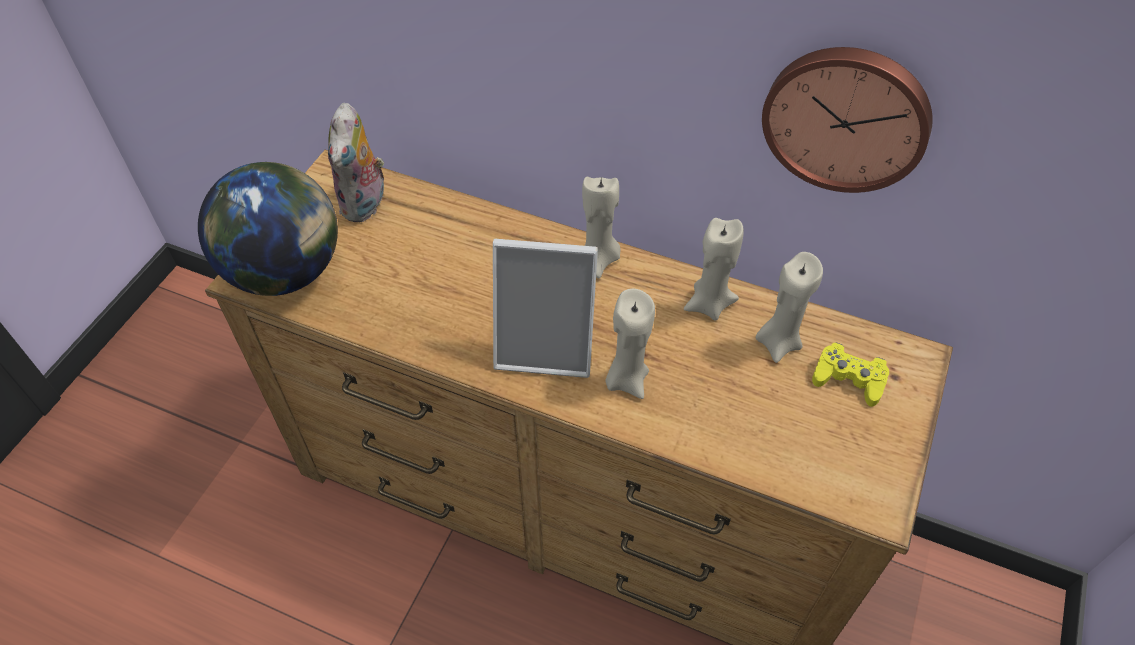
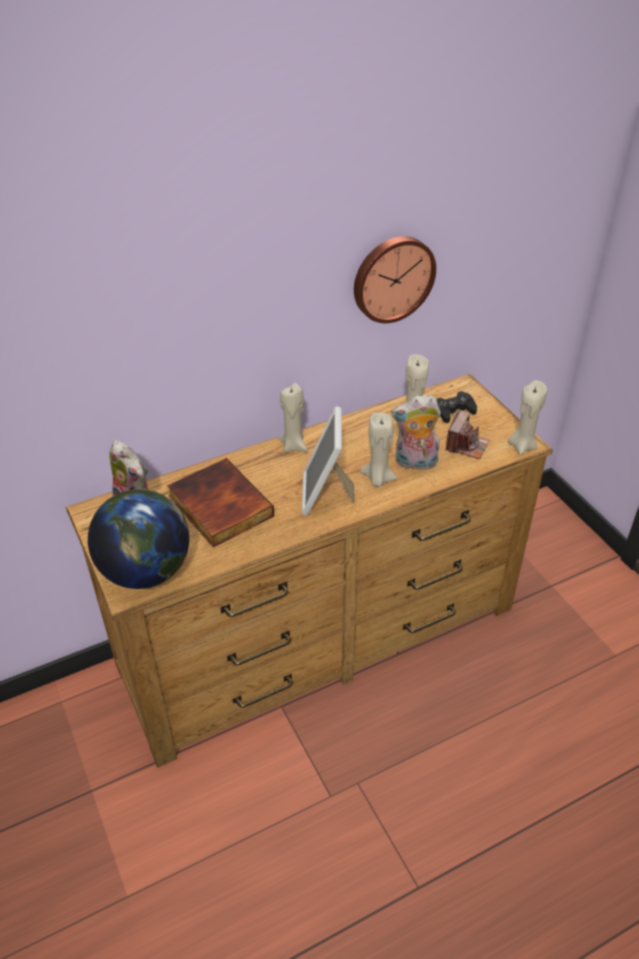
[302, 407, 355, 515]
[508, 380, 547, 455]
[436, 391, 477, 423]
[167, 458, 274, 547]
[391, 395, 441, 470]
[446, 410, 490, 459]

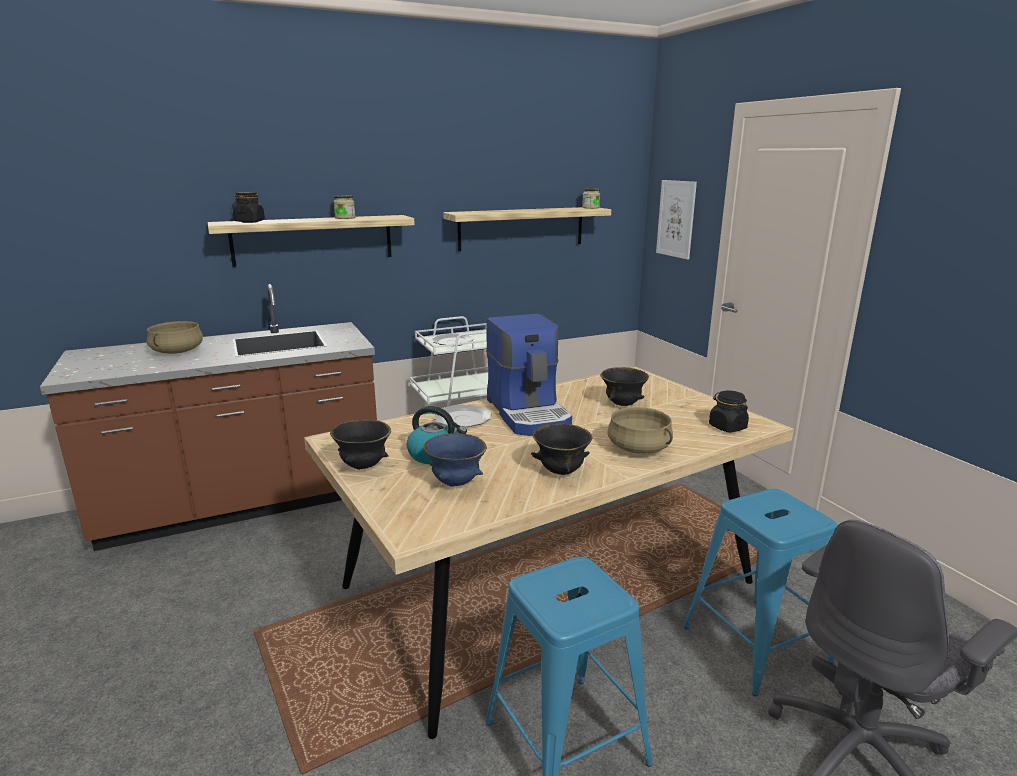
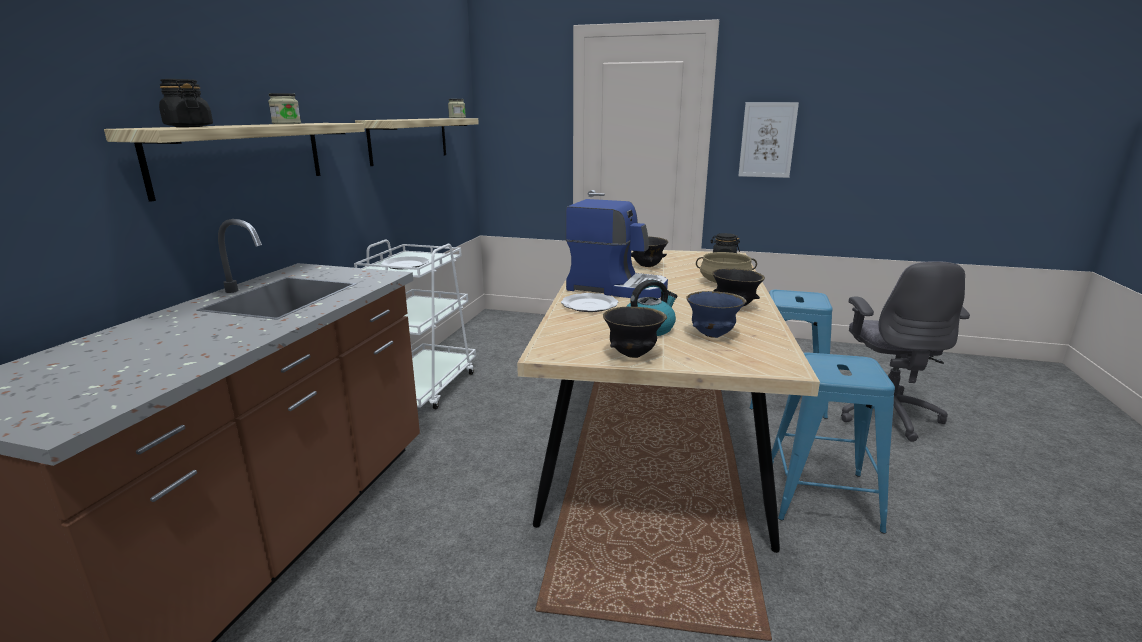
[147, 321, 203, 354] (first image)
[738, 102, 799, 178]

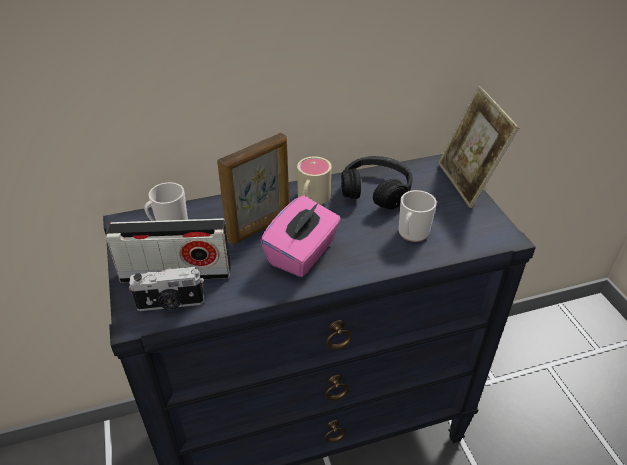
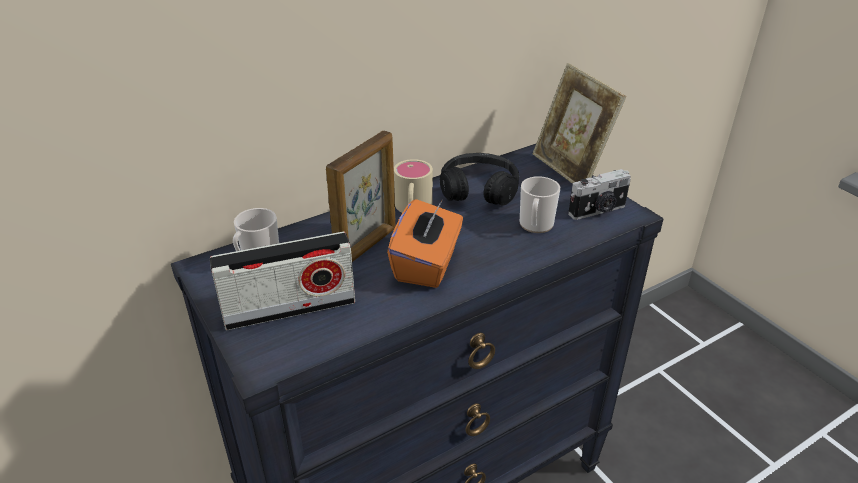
[568, 169, 631, 220]
[387, 199, 463, 288]

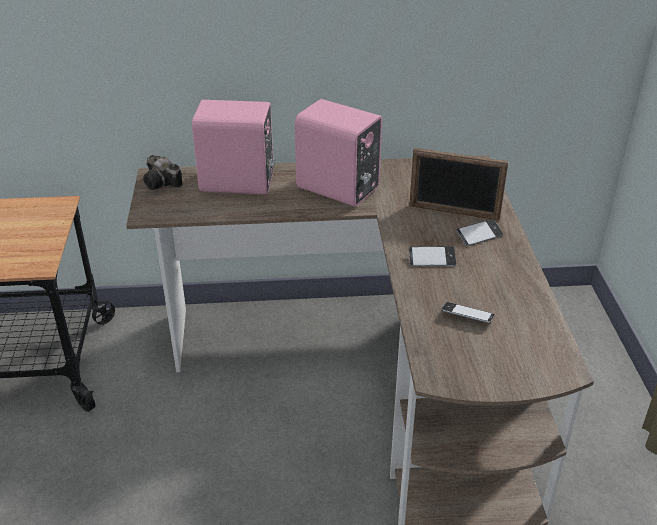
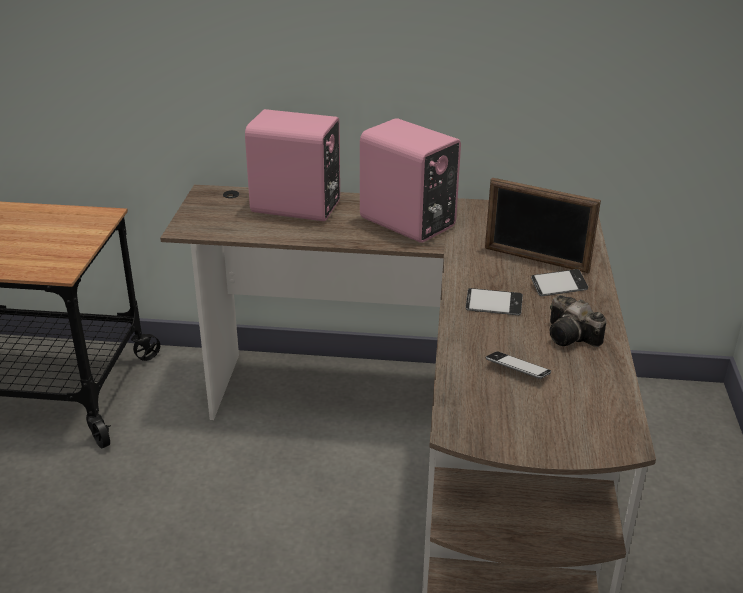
[550, 295, 606, 347]

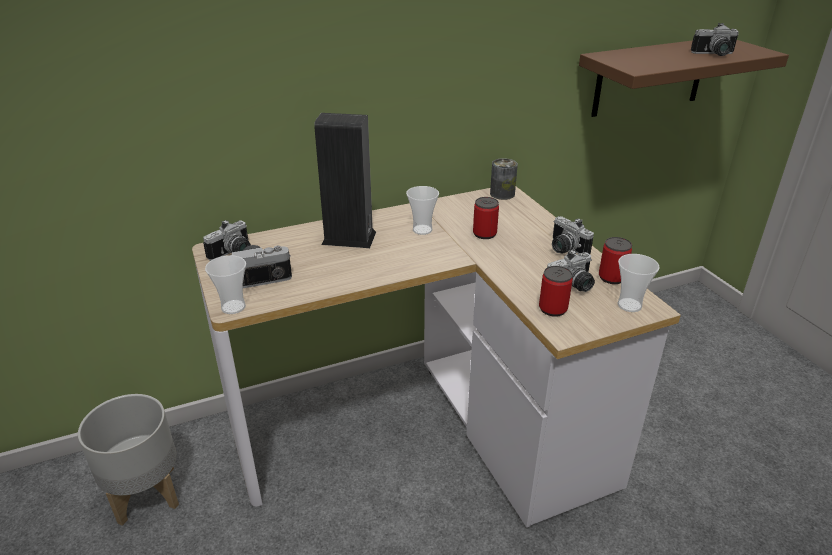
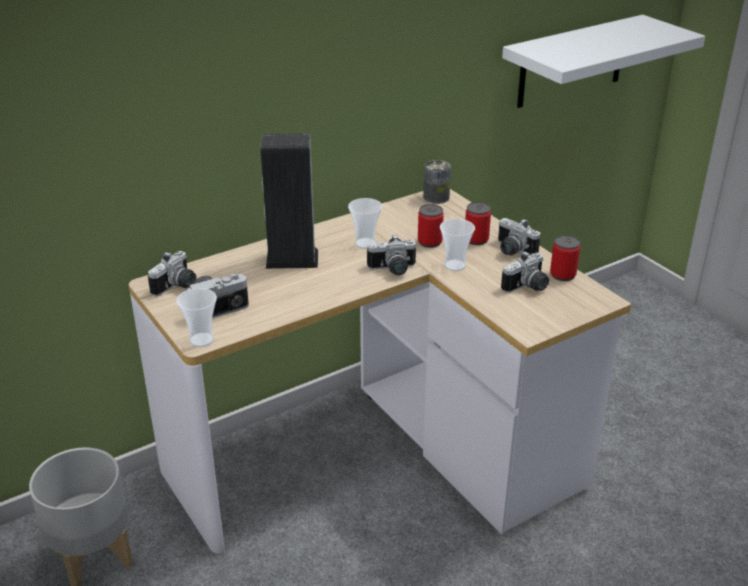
[465, 202, 491, 245]
[502, 15, 705, 108]
[440, 219, 475, 271]
[367, 235, 416, 276]

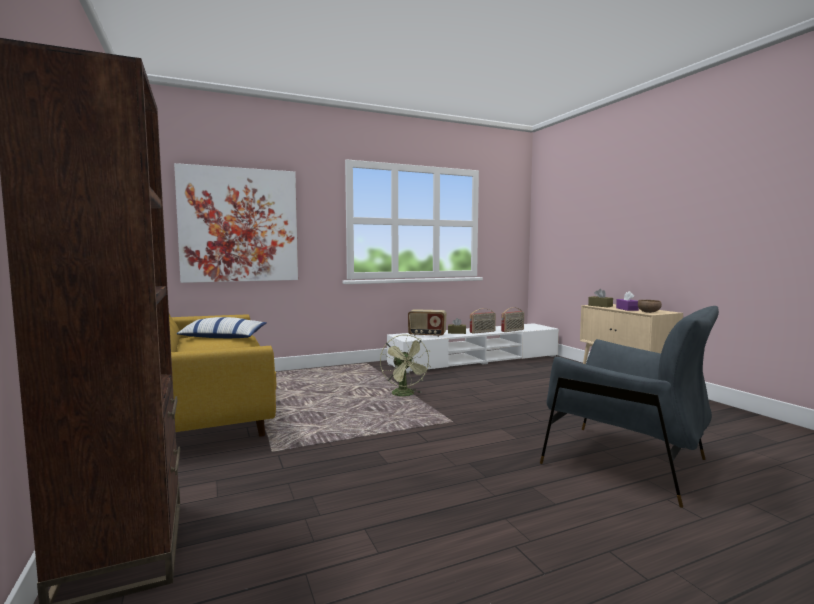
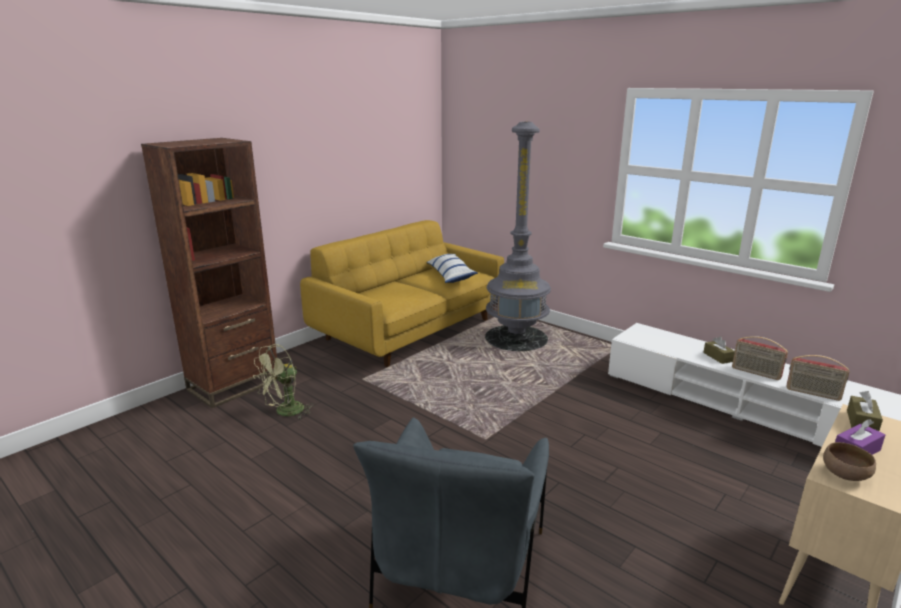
[174, 163, 298, 283] (first image)
[253, 344, 313, 420]
[408, 309, 446, 337] (first image)
[485, 122, 551, 351]

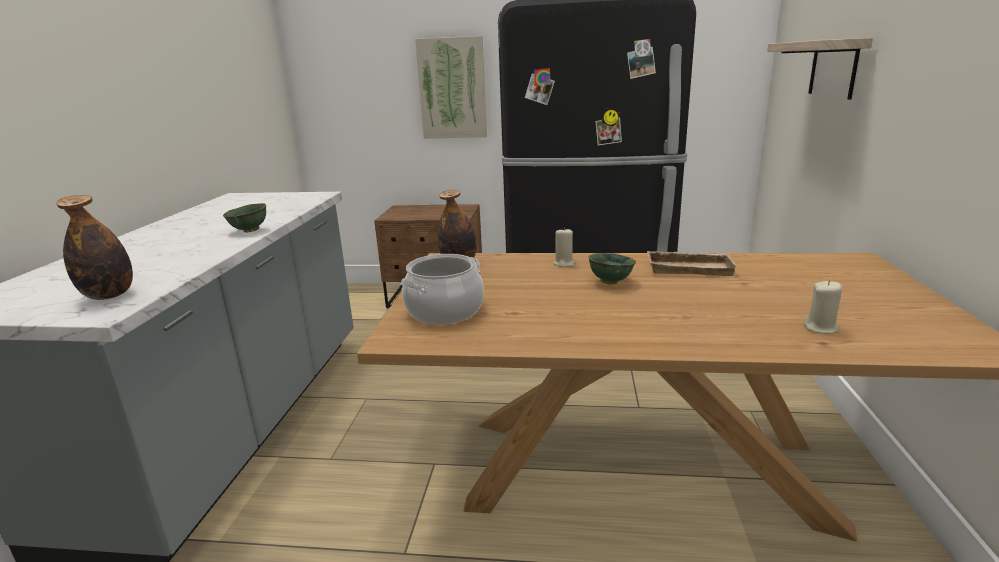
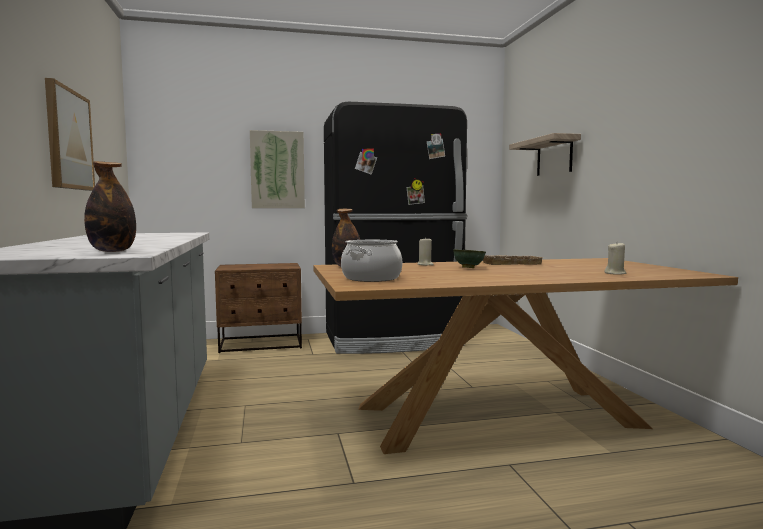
[223, 203, 266, 233] (first image)
[45, 78, 95, 191]

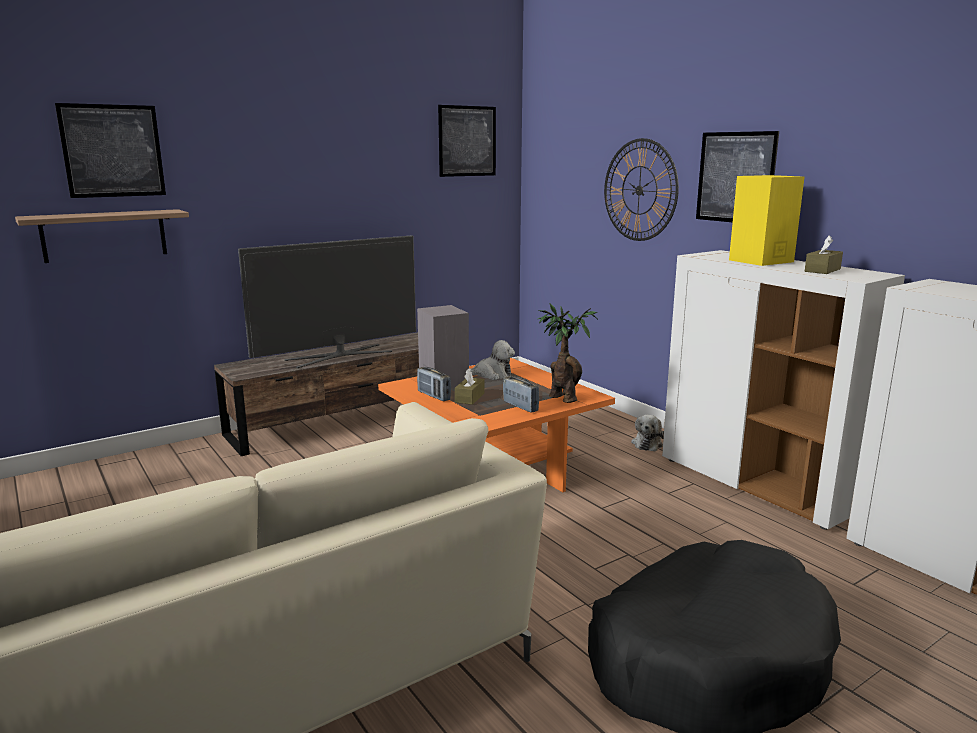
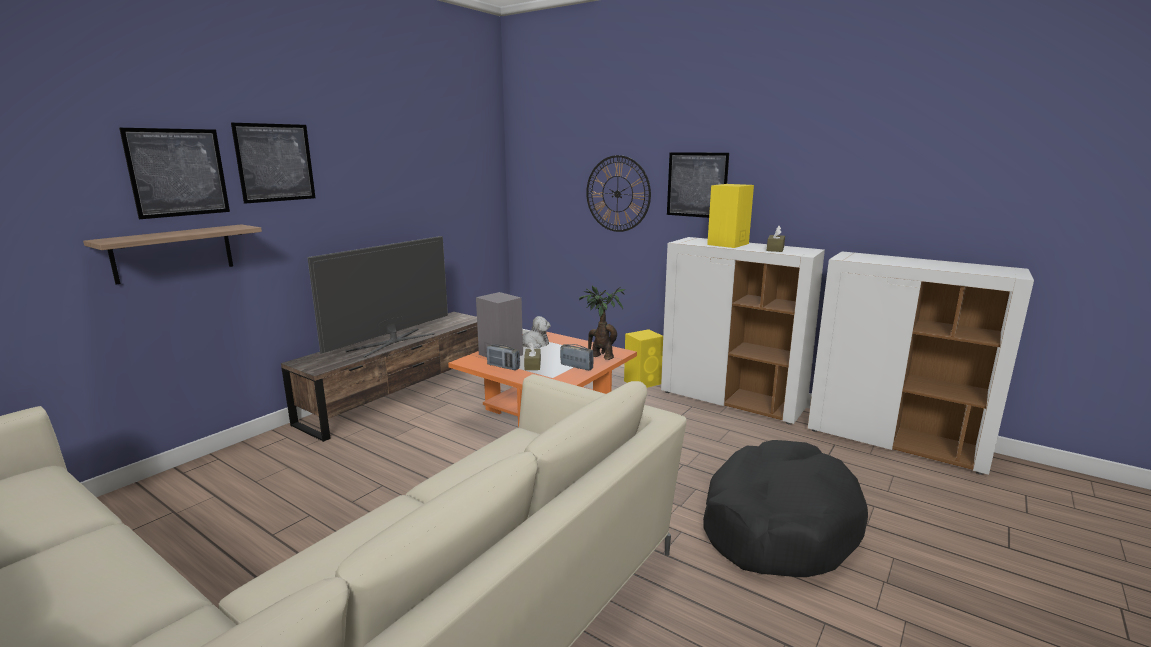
[231, 123, 315, 204]
[624, 329, 663, 388]

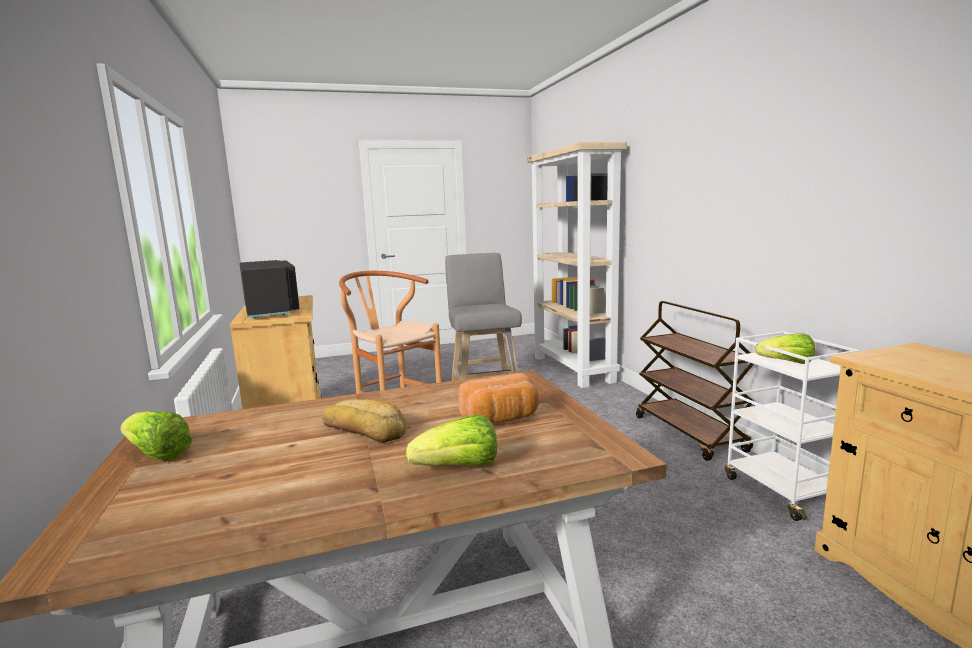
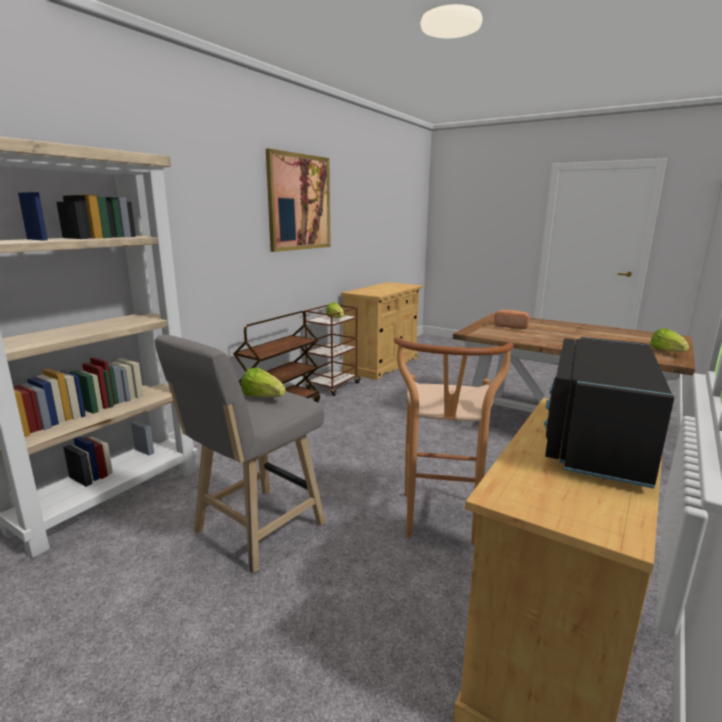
[322, 399, 406, 443] (first image)
[241, 368, 286, 397]
[304, 304, 361, 396]
[266, 149, 331, 252]

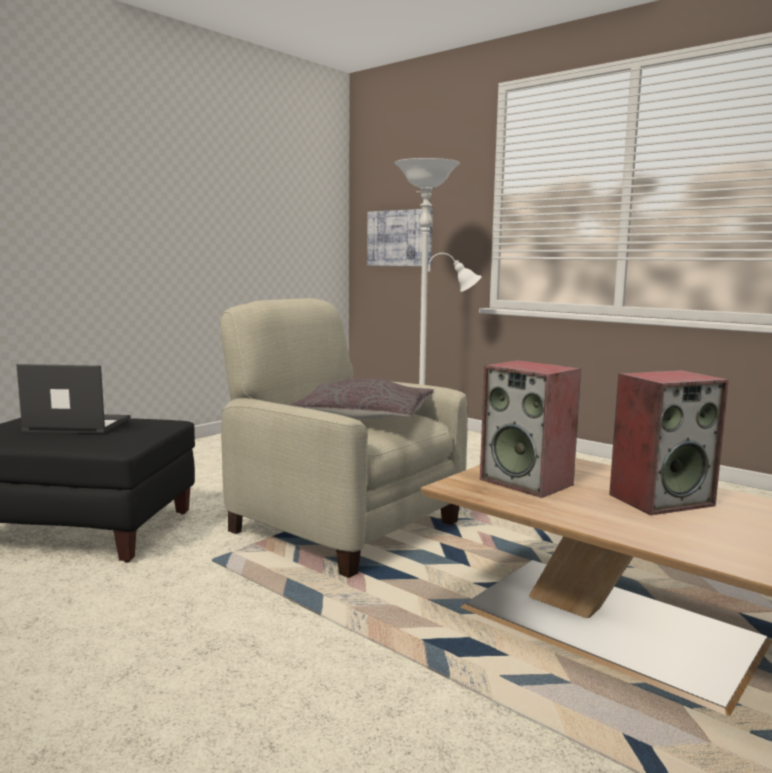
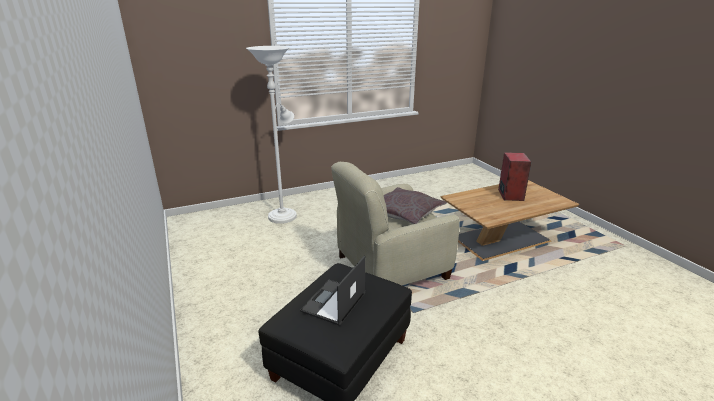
[367, 208, 433, 266] (first image)
[480, 360, 581, 498] (first image)

